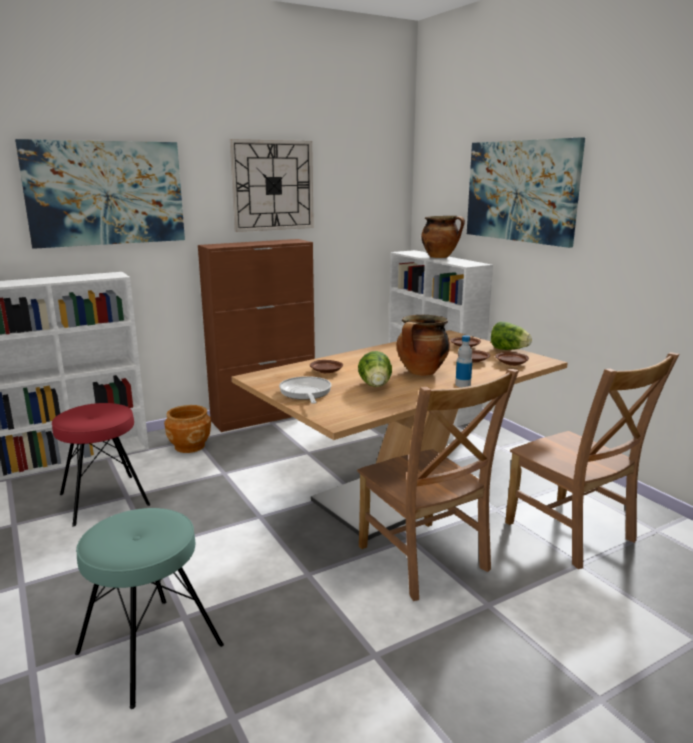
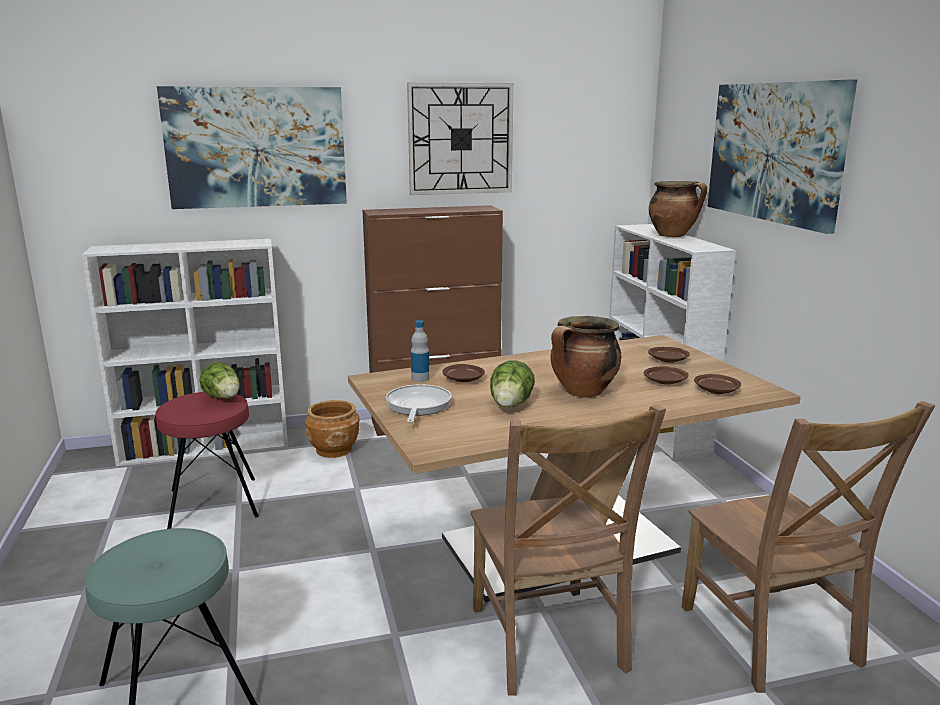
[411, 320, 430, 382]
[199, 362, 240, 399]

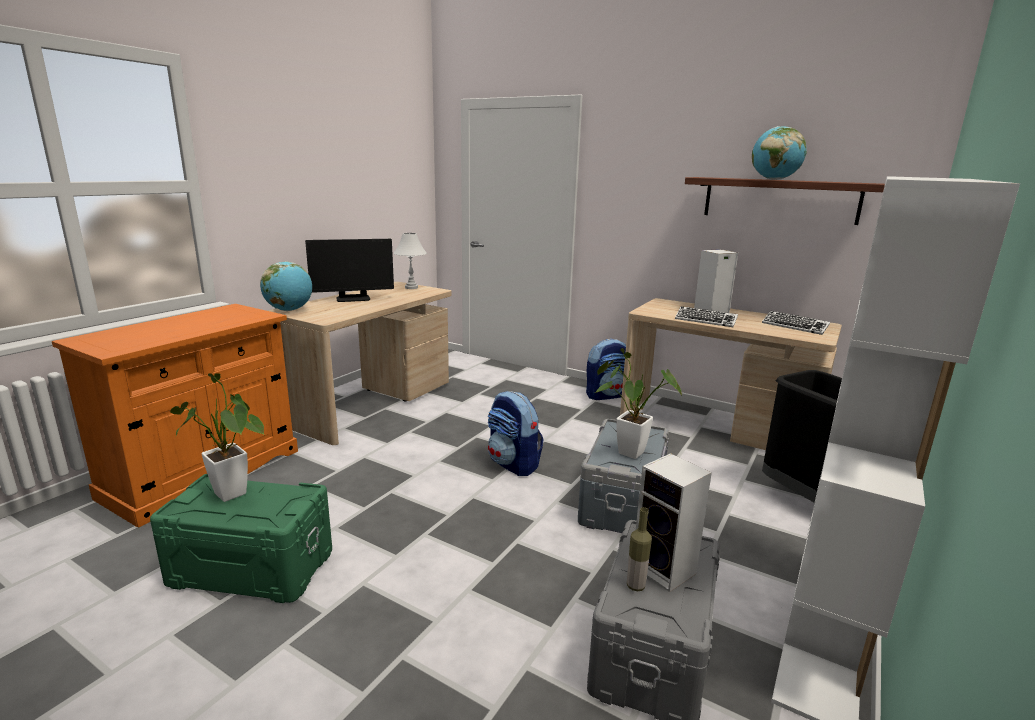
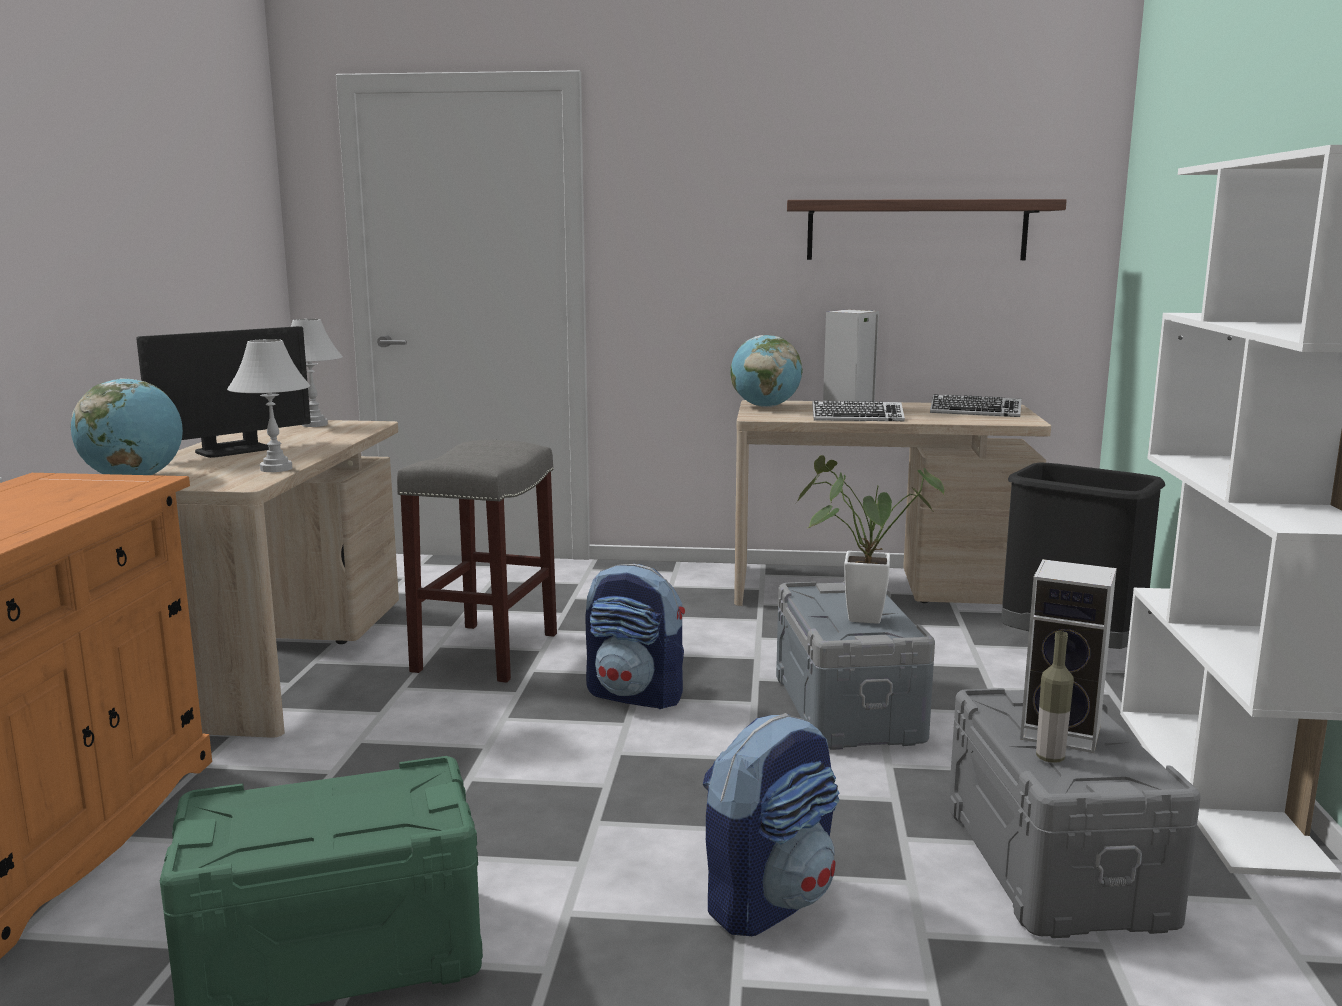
[170, 373, 264, 502] (first image)
[703, 713, 839, 936]
[730, 335, 803, 407]
[227, 339, 310, 472]
[397, 440, 557, 683]

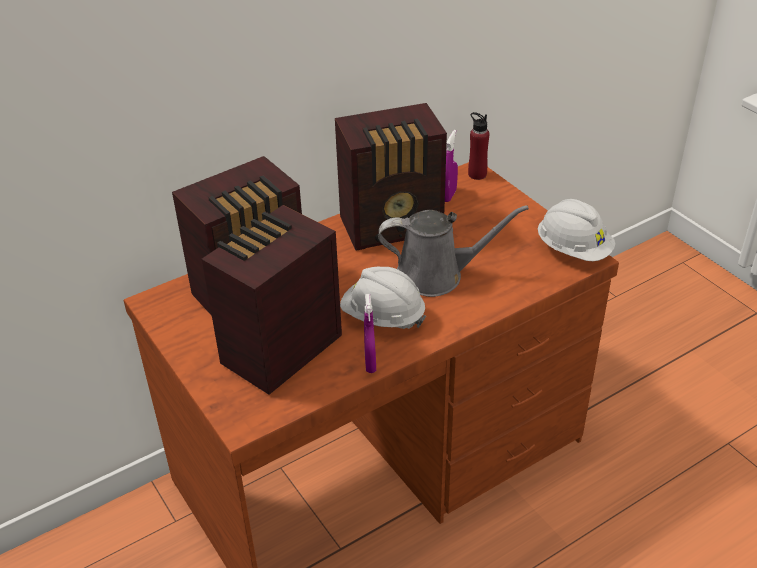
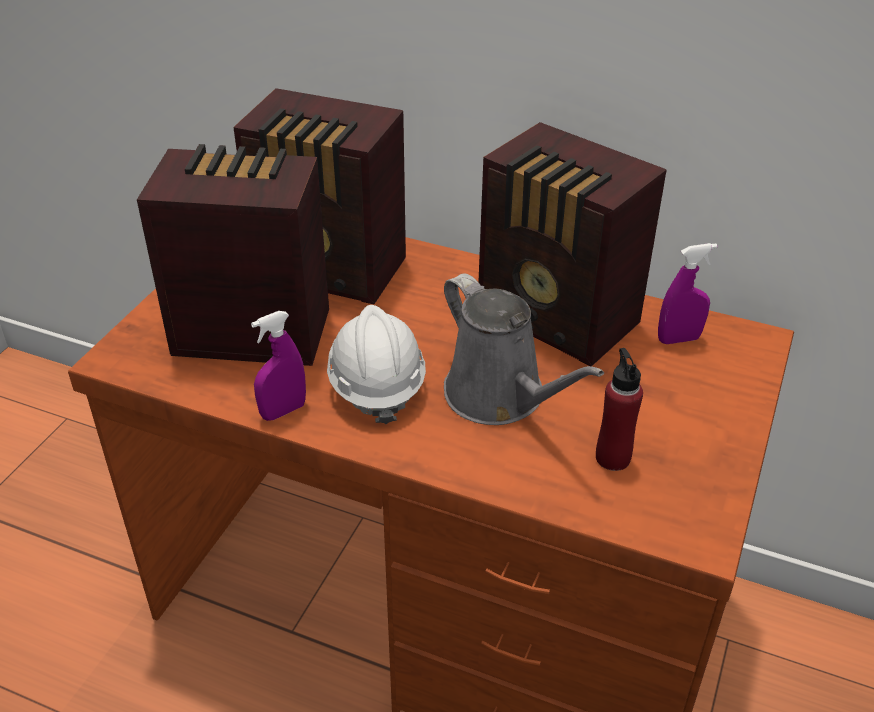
[596, 348, 643, 471]
[538, 199, 615, 261] (first image)

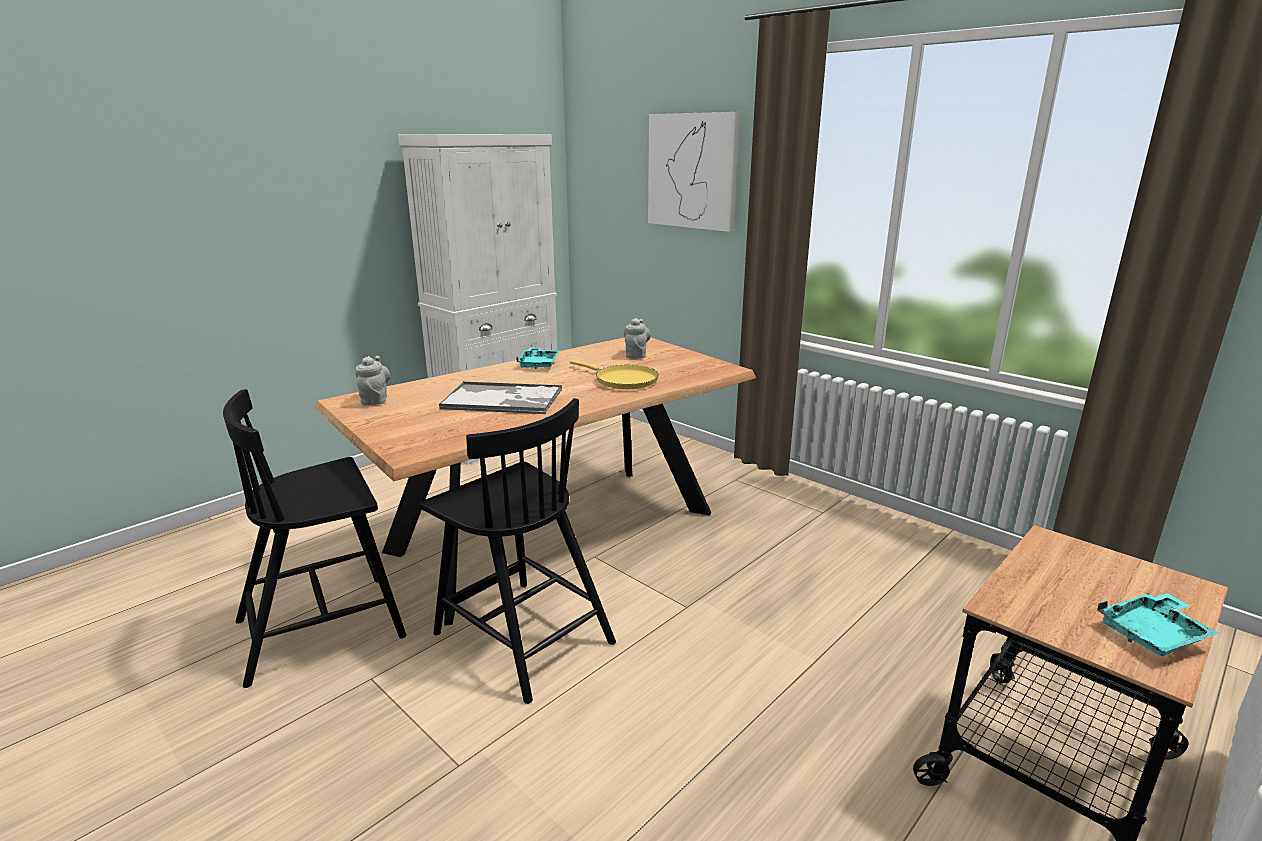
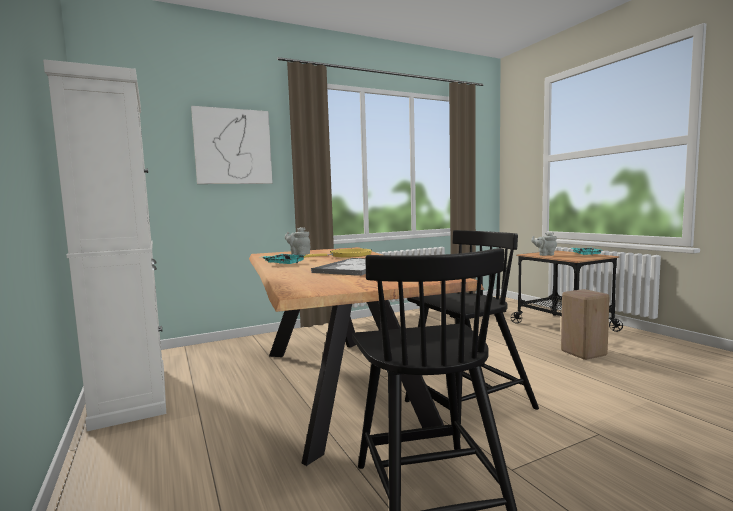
[531, 232, 557, 256]
[561, 289, 610, 360]

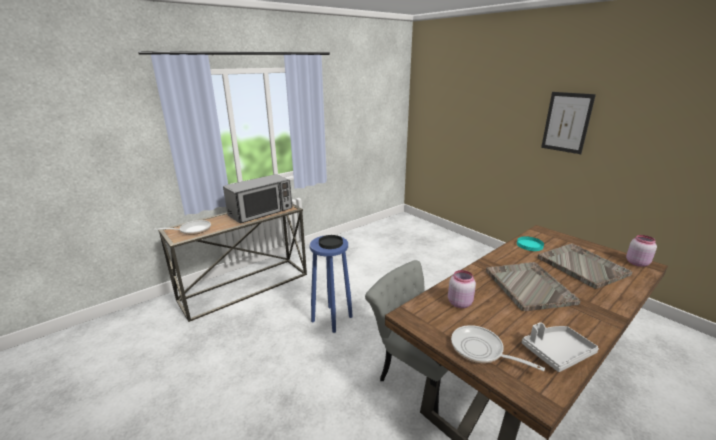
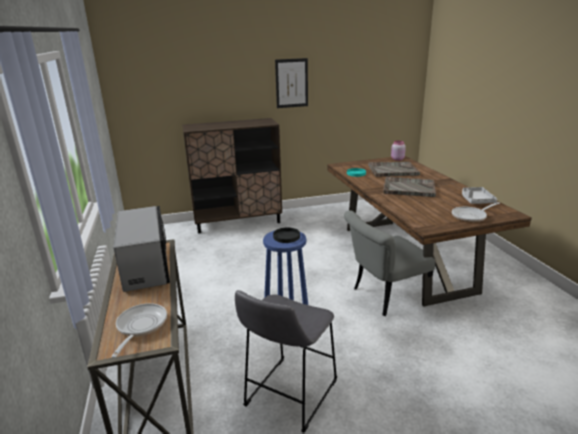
[448, 270, 476, 308] (first image)
[182, 118, 282, 234]
[235, 290, 337, 433]

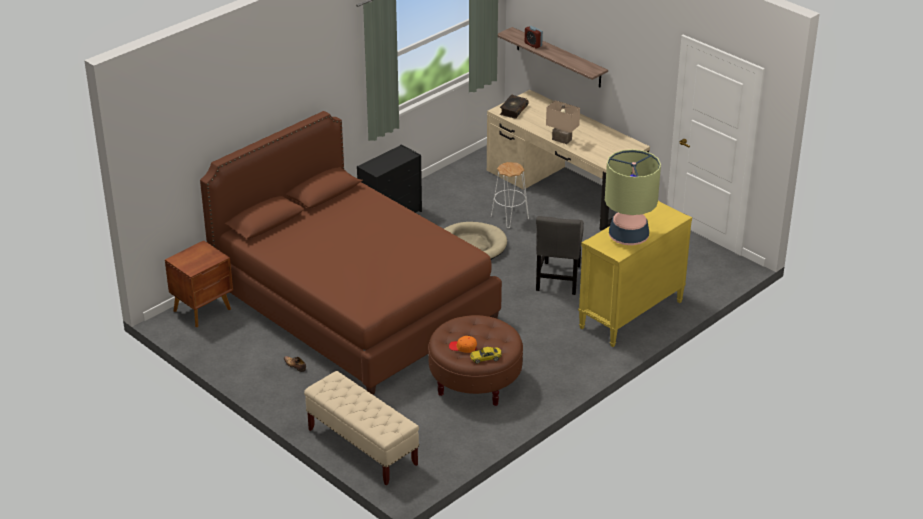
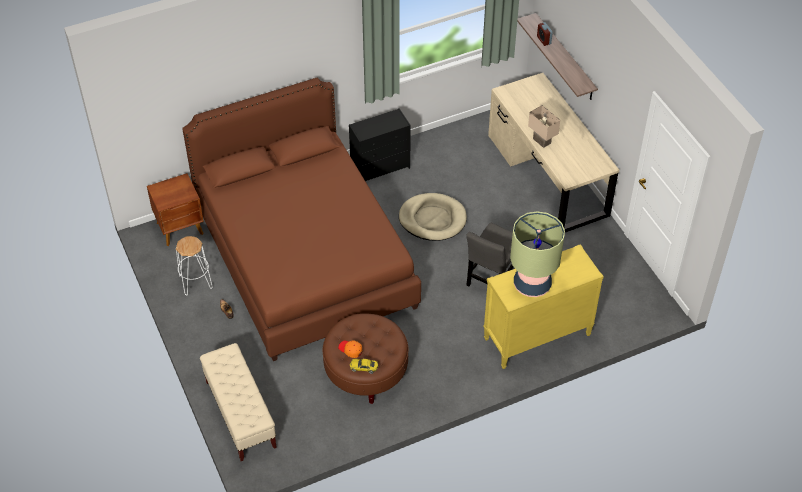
[176, 236, 213, 295]
[500, 95, 529, 119] (first image)

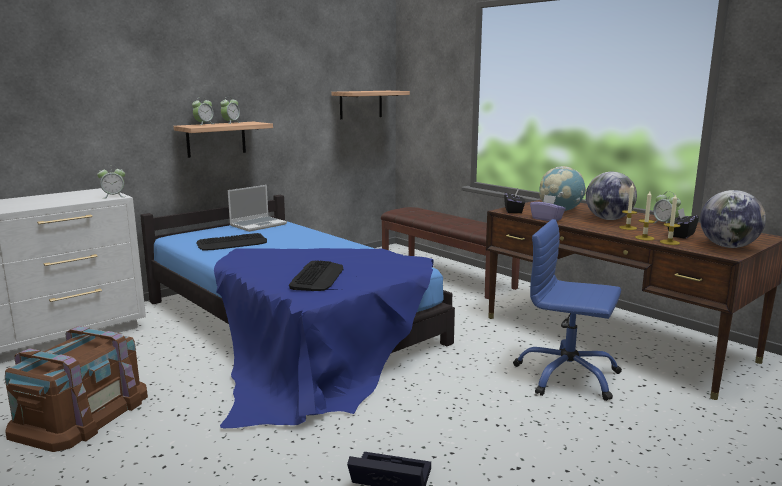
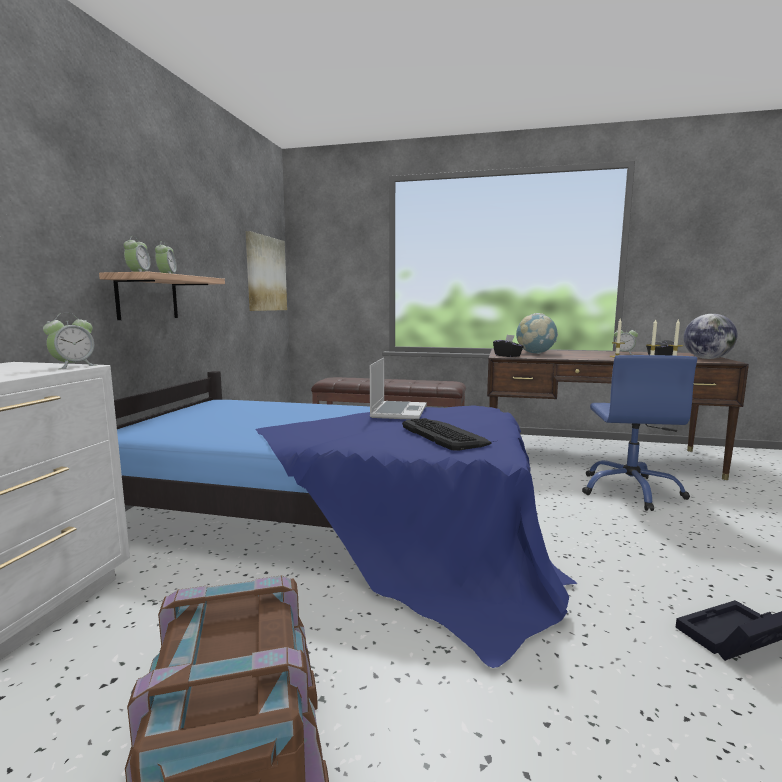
[196, 233, 267, 251] (first image)
[370, 358, 427, 420]
[246, 231, 287, 311]
[582, 355, 697, 511]
[530, 195, 566, 221] (first image)
[586, 172, 637, 220] (first image)

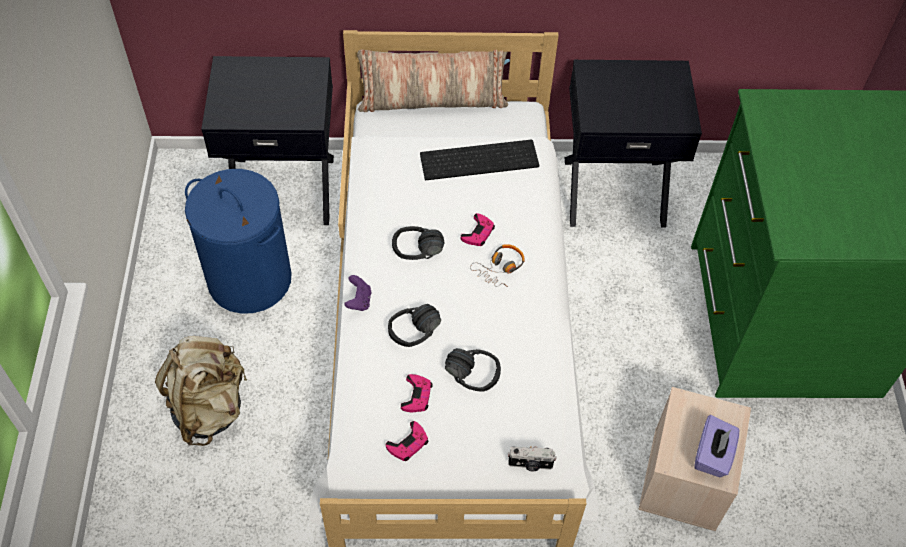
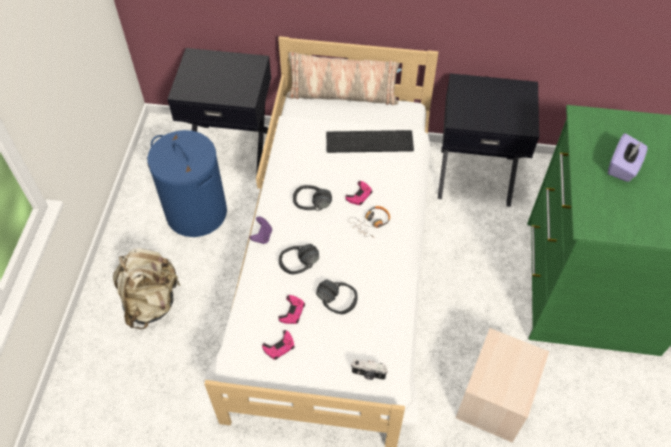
[608, 133, 648, 182]

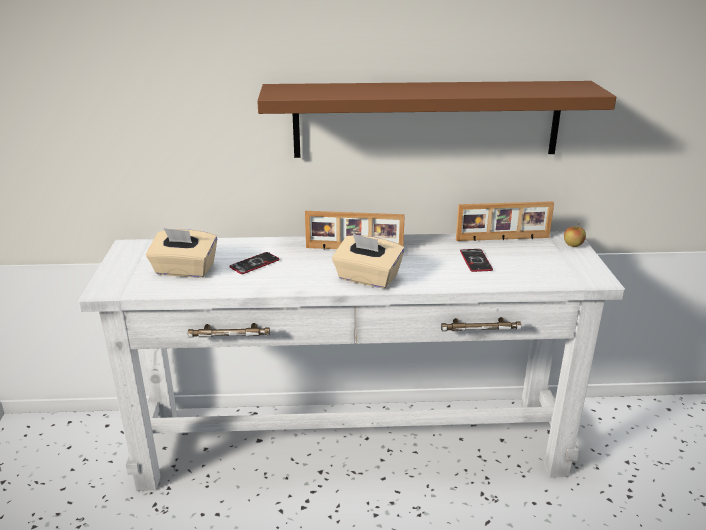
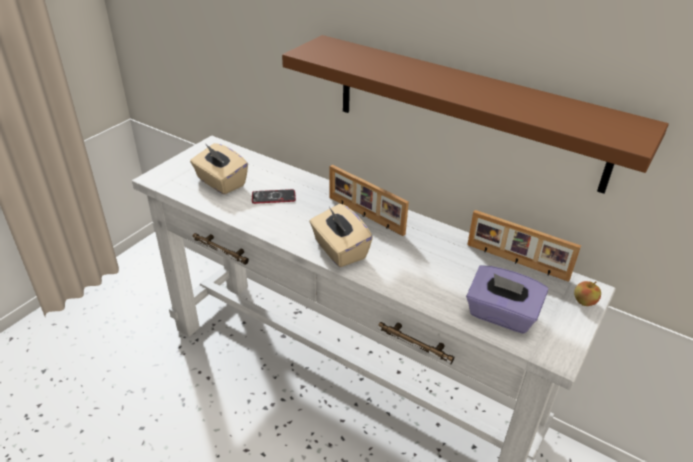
[460, 249, 493, 272] (first image)
[466, 265, 548, 334]

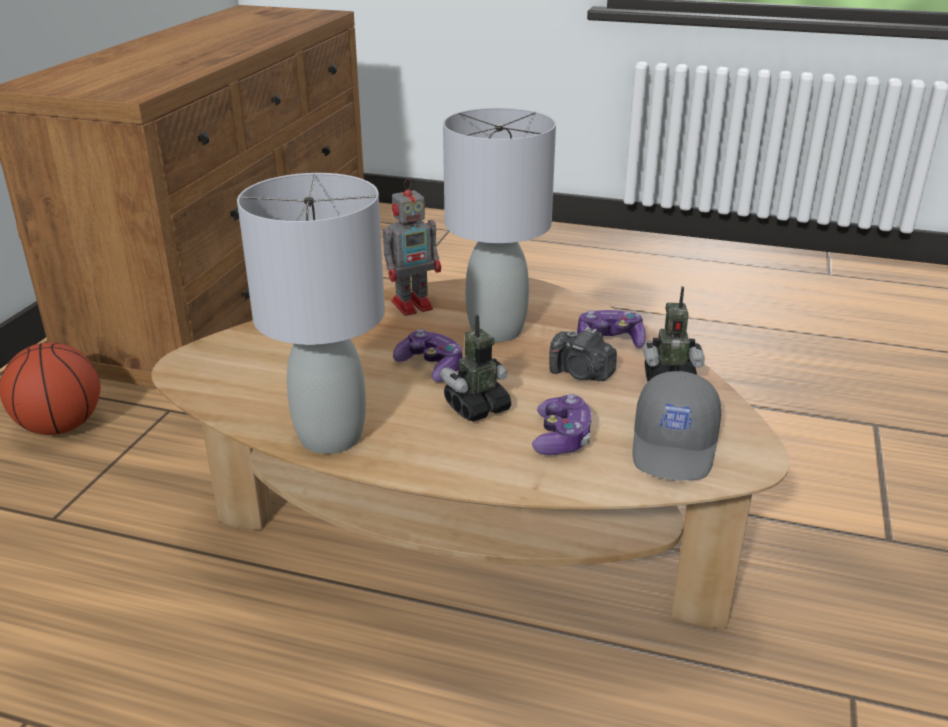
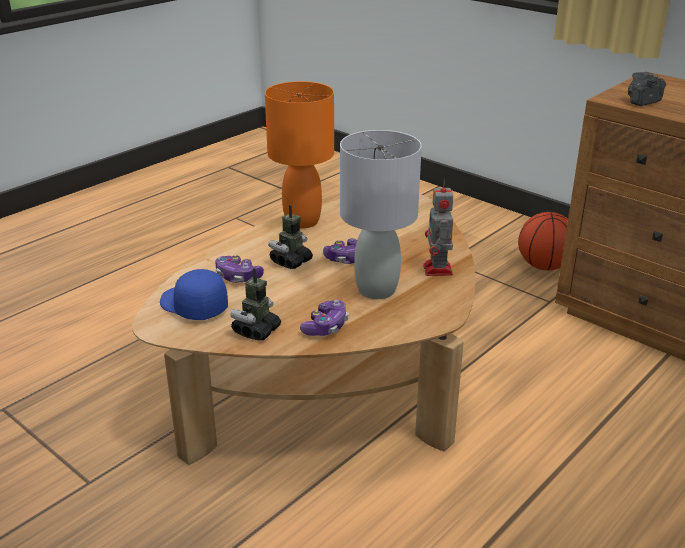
[265, 81, 334, 229]
[268, 205, 313, 269]
[628, 72, 666, 106]
[160, 269, 228, 320]

